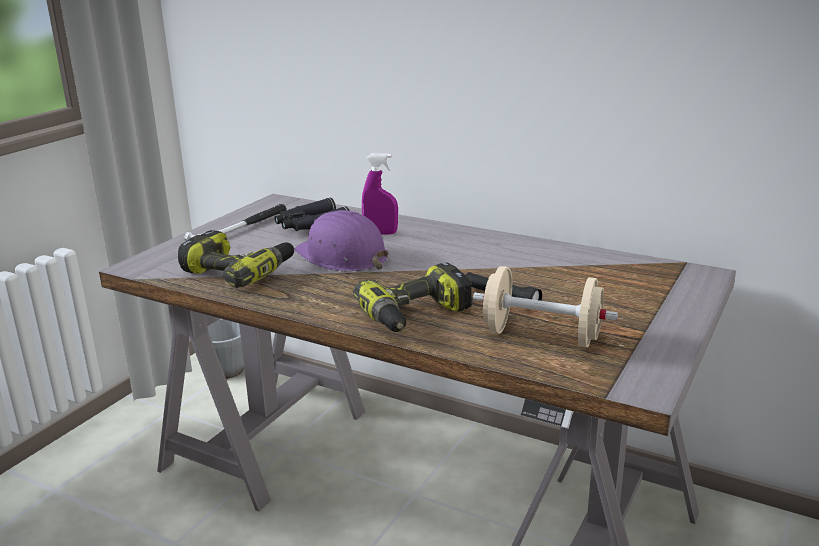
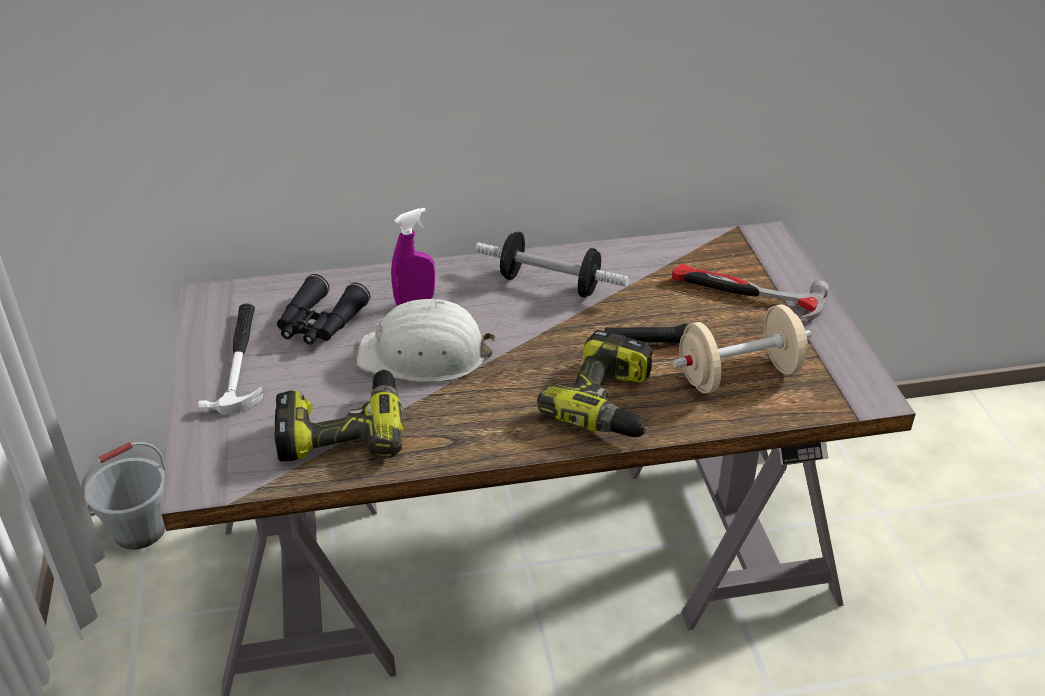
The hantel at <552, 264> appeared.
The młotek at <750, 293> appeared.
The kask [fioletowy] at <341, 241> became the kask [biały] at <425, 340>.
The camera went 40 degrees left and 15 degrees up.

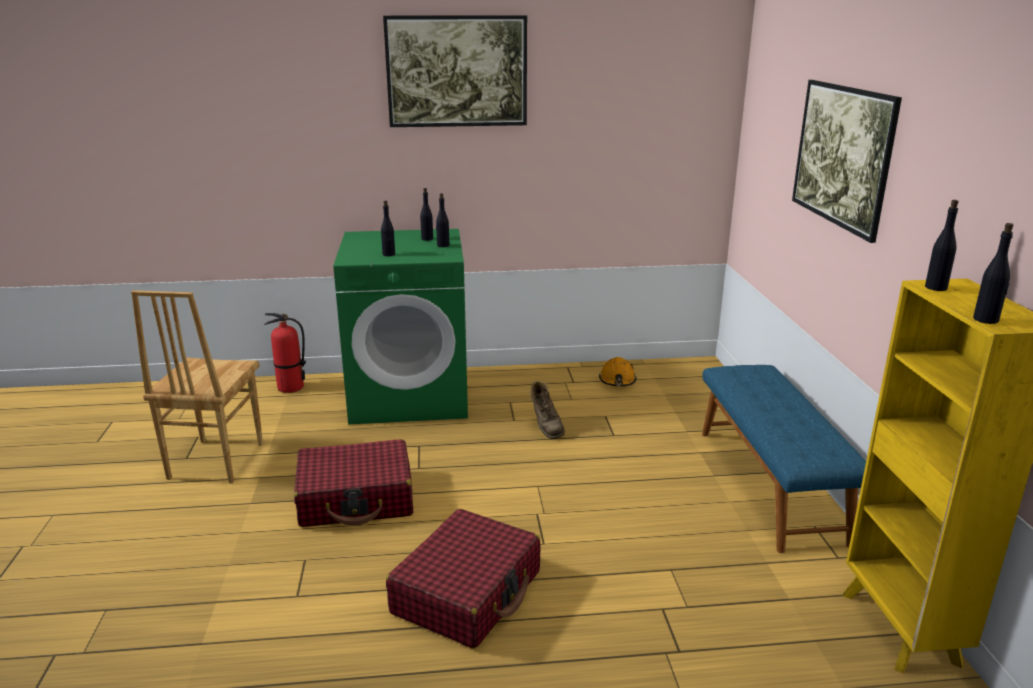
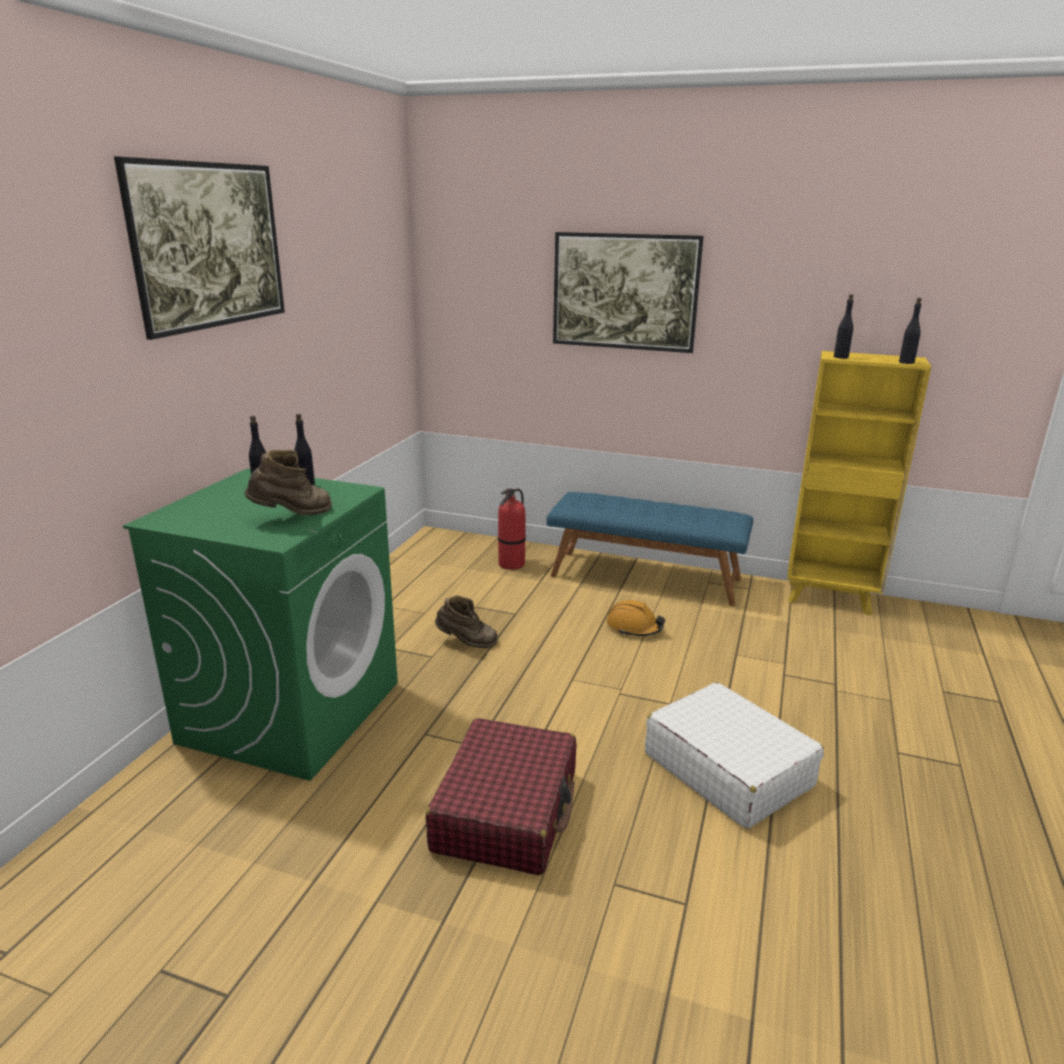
The krzesło [brązowy] at <197, 387> disappeared.
The gaśnica moved from <285, 353> to <512, 529>.
The kask [pomarańczowy] moved from <617, 371> to <636, 618>.
The butelka [czarny] at <388, 228> was replaced by the but z cholewką [brązowy] at <288, 482>.
The walizka [czerwony] at <463, 579> became the walizka [biały] at <734, 755>.
The camera went 65 degrees left and 0 degrees up.

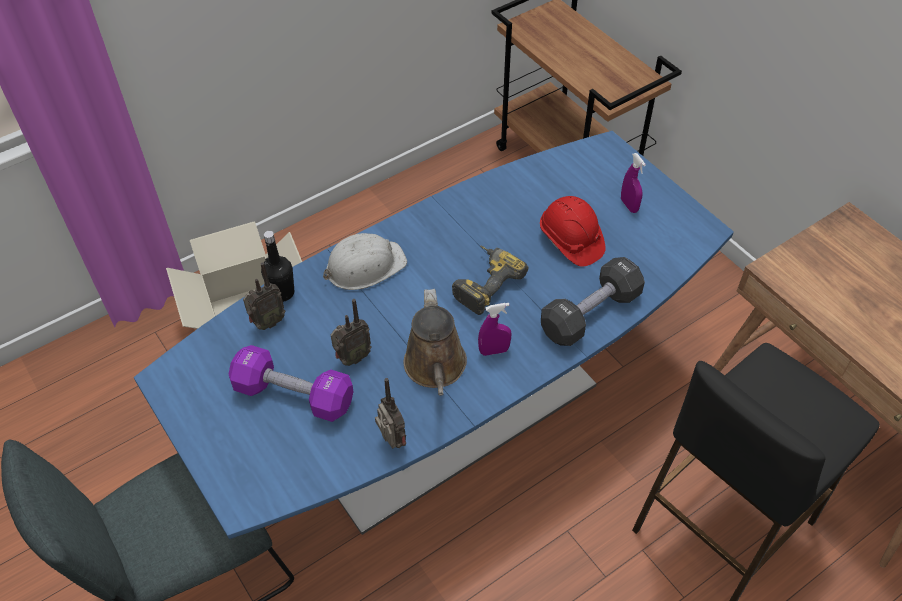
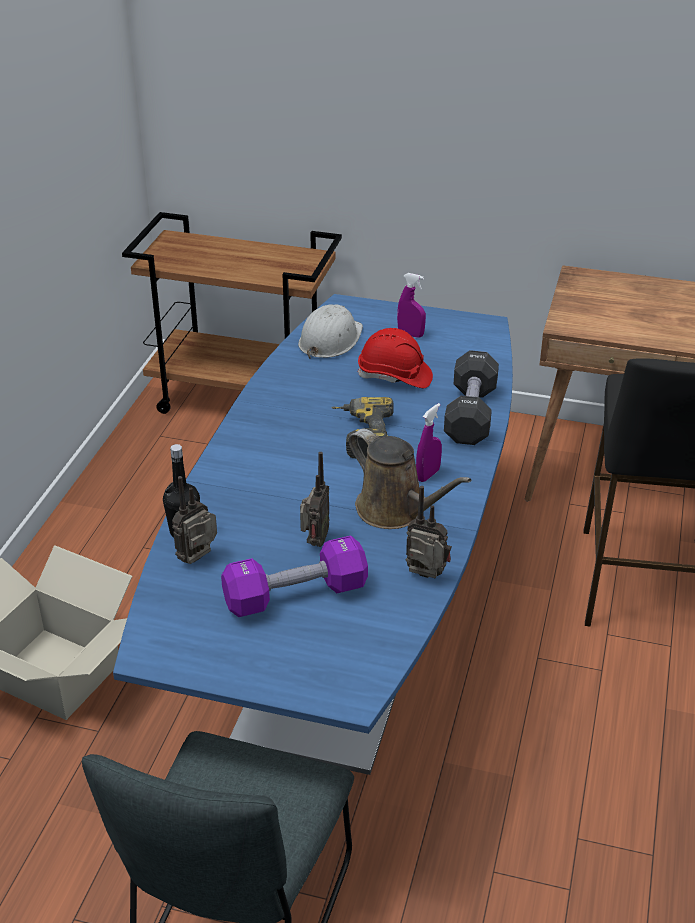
The kask [biały] moved from <365, 261> to <330, 332>.
The radio at <264, 296> turned 150 degrees counterclockwise.
The camera went 40 degrees left and 15 degrees down.

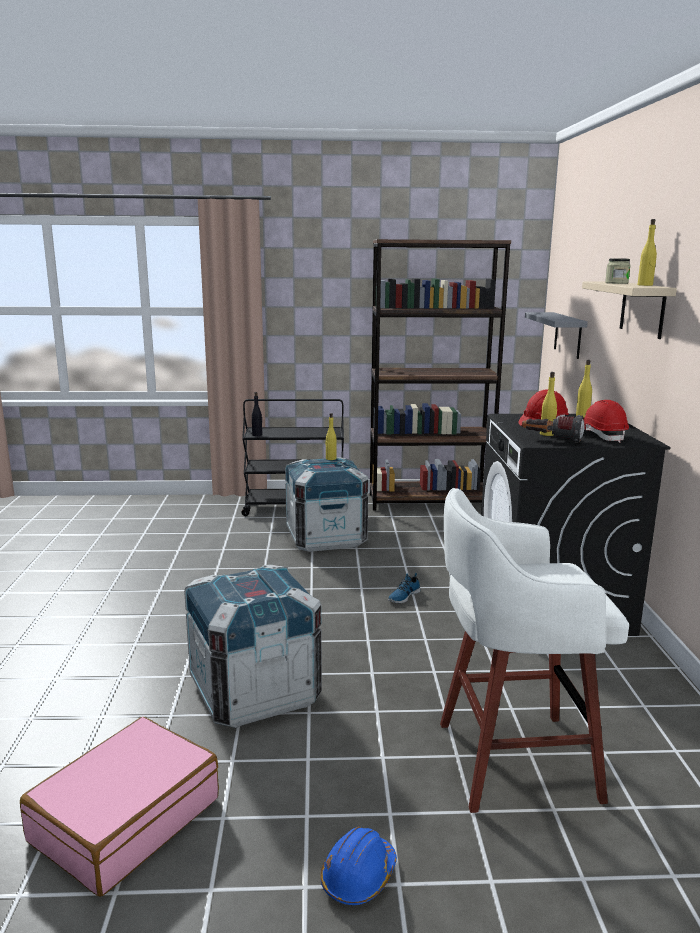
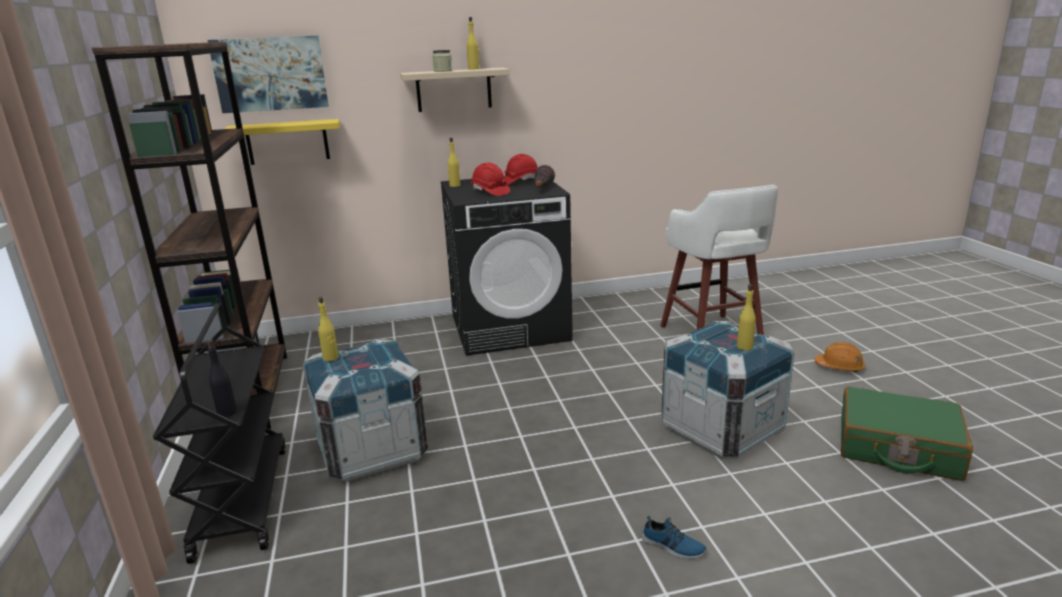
The obraz at <268, 74> appeared.
The but moved from <404, 588> to <674, 537>.
The butelka [żółty] moved from <548, 404> to <746, 317>.
The walizka [różowy] at <119, 807> became the walizka [zielony] at <907, 433>.
The kask [niebieski] at <359, 866> became the kask [pomarańczowy] at <839, 357>.
The półka [szary] at <556, 335> became the półka [żółty] at <282, 142>.
The camera went 100 degrees left and 5 degrees up.

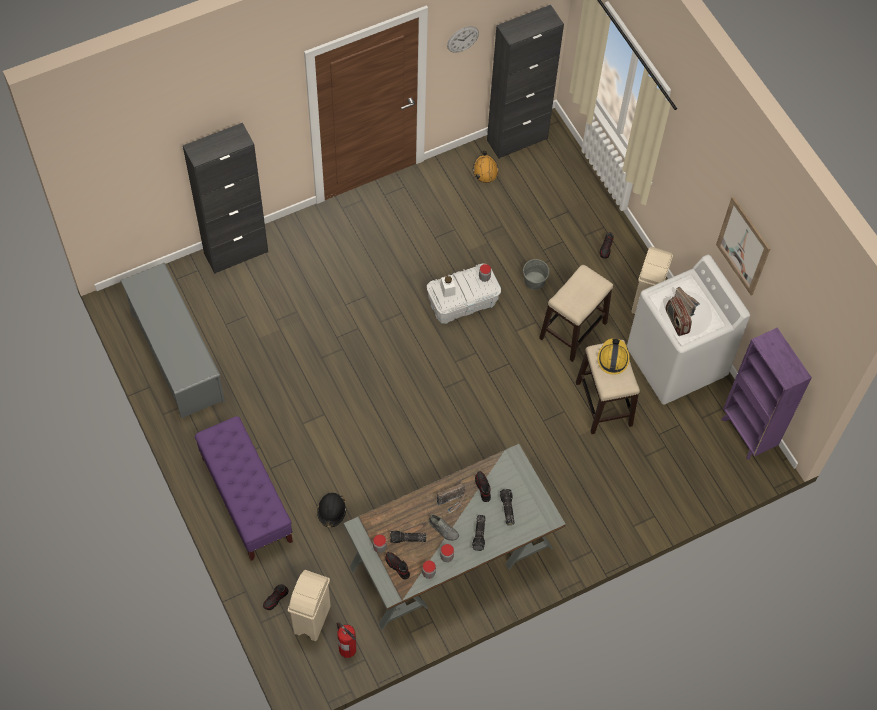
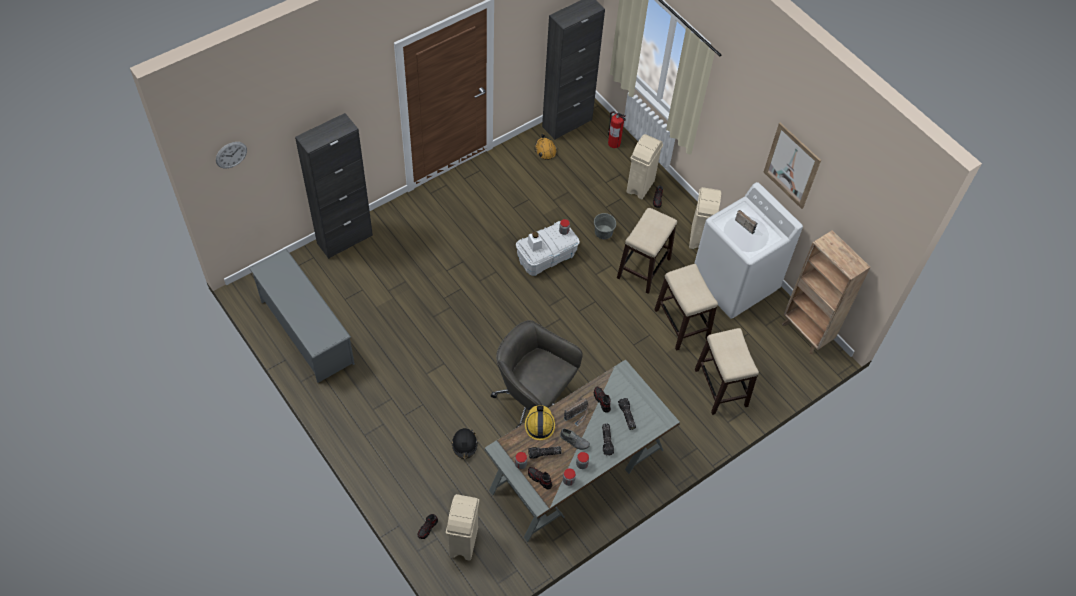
The ławka [fioletowy] at <244, 488> disappeared.
The radio at <679, 316> disappeared.
The krzesło biurowe [szary] at <537, 374> appeared.
The kosz na śmieci [beżowy] at <644, 167> appeared.
The stołek at <727, 371> appeared.
The gaśnica moved from <346, 640> to <617, 129>.
The zegar ścienny moved from <463, 39> to <231, 155>.
The kask moved from <614, 356> to <540, 422>.
The regał [fioletowy] at <766, 394> became the regał [brązowy] at <826, 292>.
The camera went 10 degrees left and 5 degrees down.

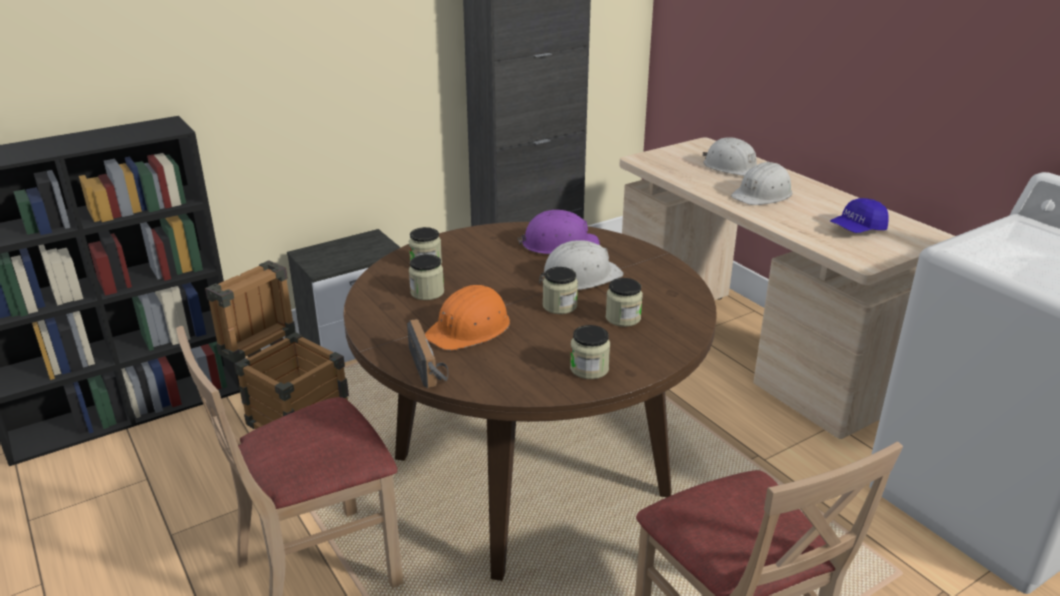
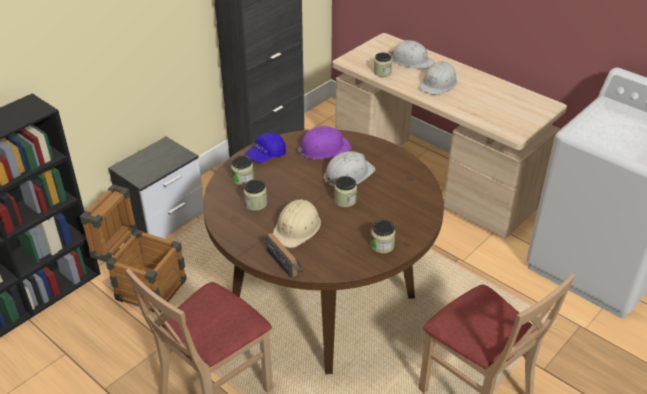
The słoik moved from <624, 302> to <383, 64>.
The czapka z daszkiem [niebieski] moved from <859, 215> to <265, 148>.
The kask [pomarańczowy] at <467, 318> became the kask [beżowy] at <297, 224>.
The camera went 15 degrees left and 10 degrees up.

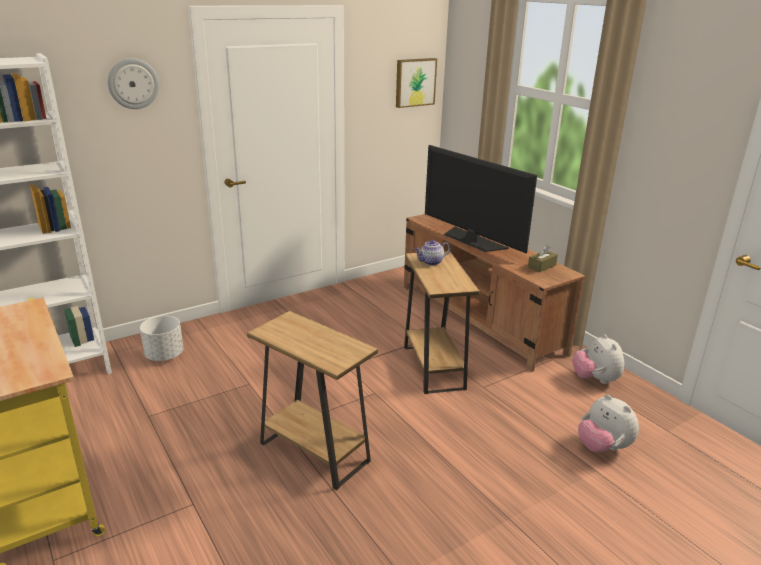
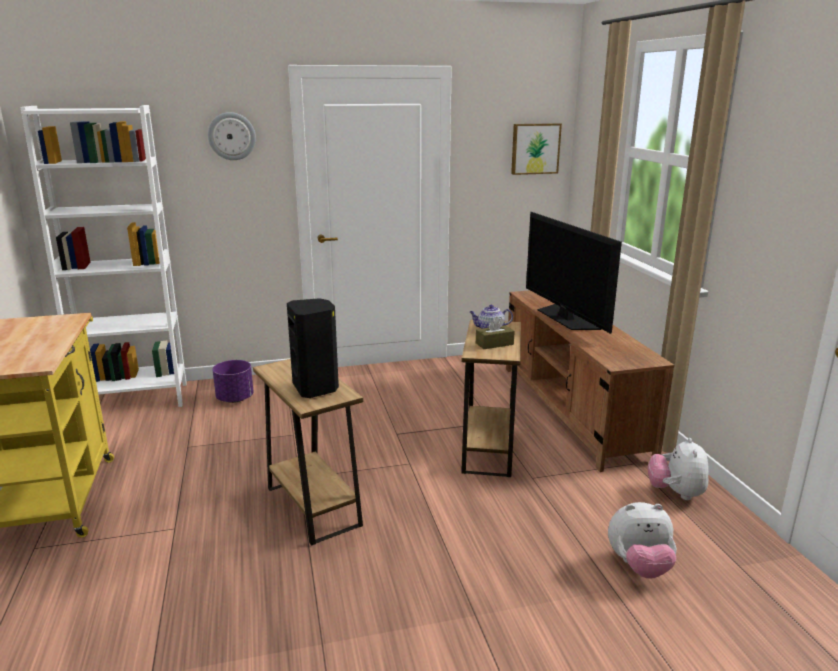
The głośnik [czarny] at <313, 348> appeared.
The pudełko chusteczek [brązowy] moved from <543, 259> to <495, 333>.
The donica [biały] at <161, 338> became the donica [fioletowy] at <233, 381>.
The pluszak at <608, 423> turned 75 degrees counterclockwise.
The camera went 20 degrees right and 5 degrees down.

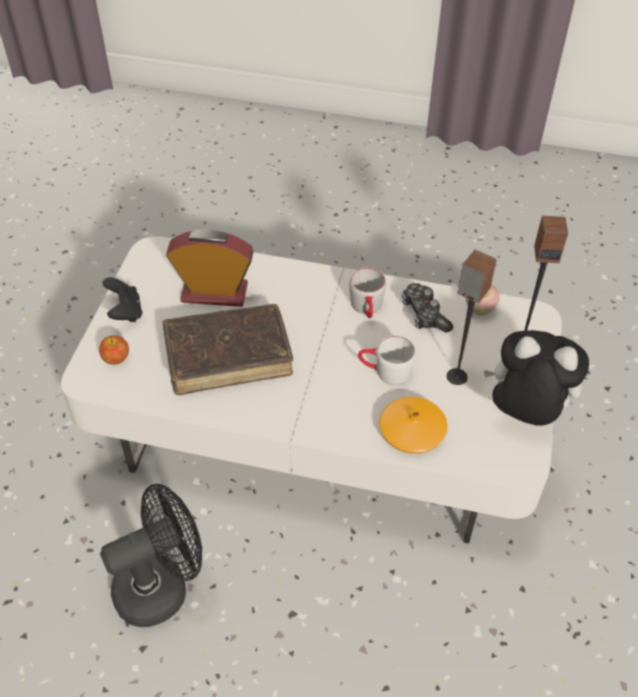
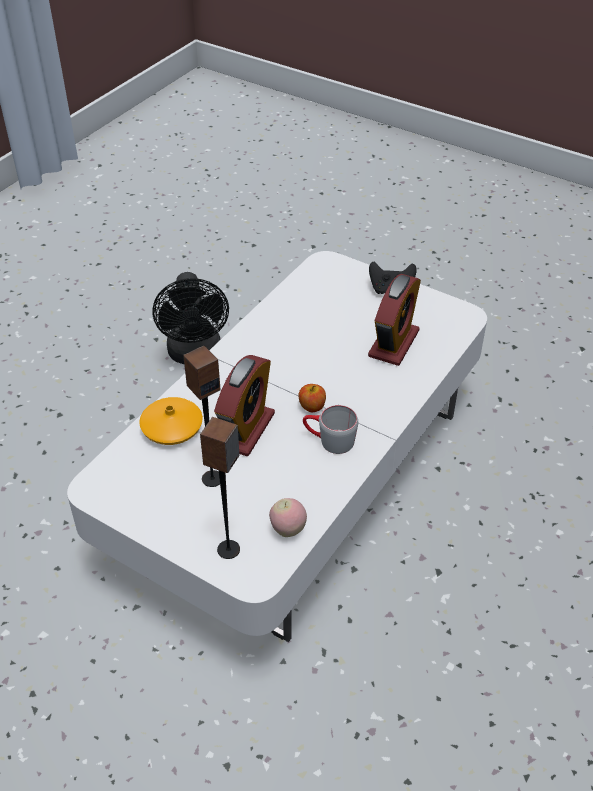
The książka [brązowy] at <227, 349> disappeared.
The pad do gier at <427, 308> disappeared.
The pluszak at <536, 378> disappeared.
The jabłko moved from <114, 350> to <312, 398>.
The kubek [biały] at <387, 360> was replaced by the budzik at <244, 405>.
The camera went 110 degrees right and 5 degrees down.

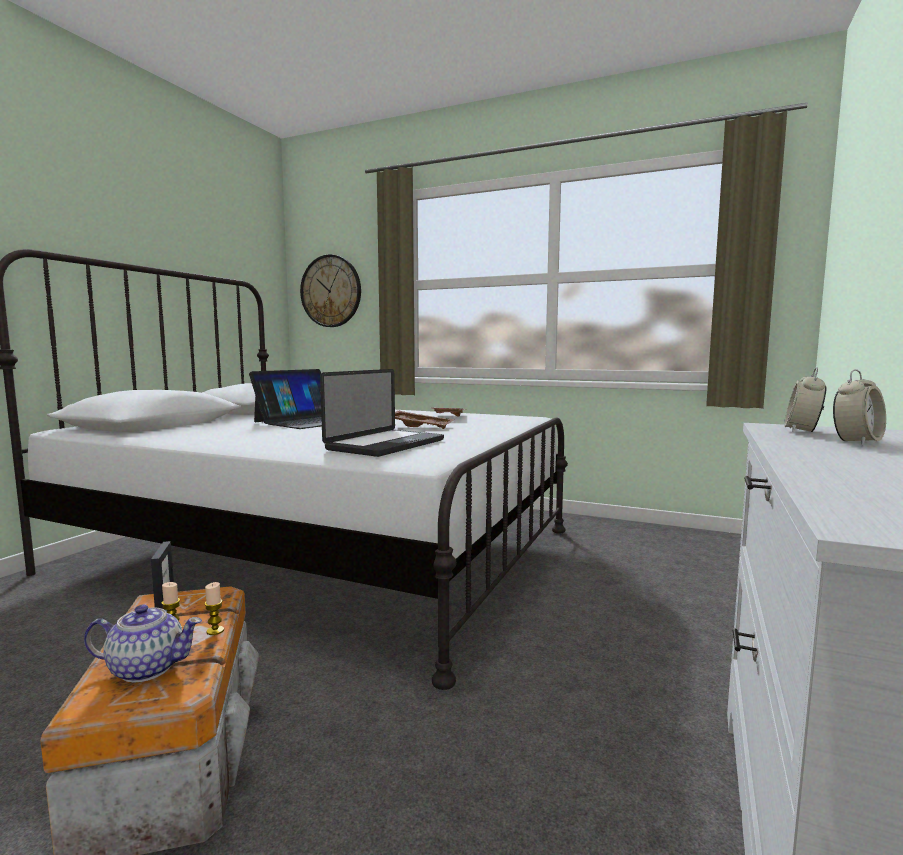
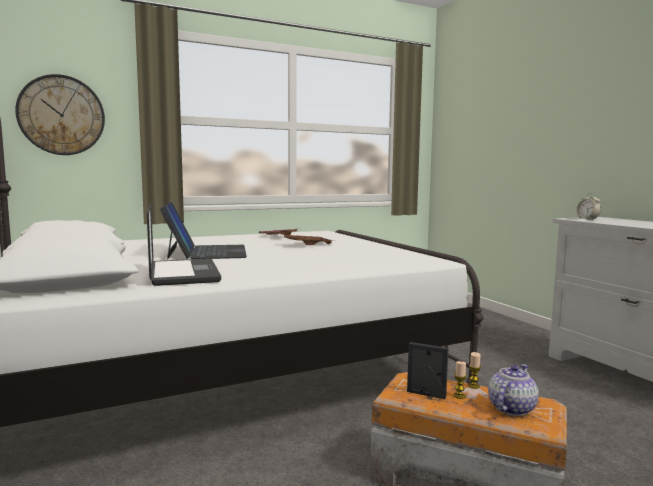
The budzik at <859, 407> disappeared.
The laptop moved from <382, 413> to <184, 245>.
The camera went 50 degrees left and 0 degrees up.

